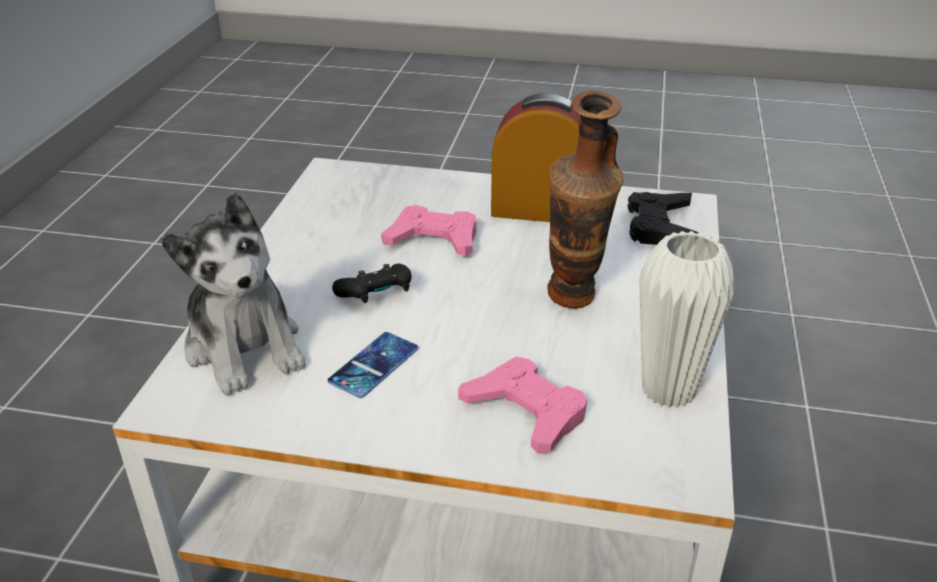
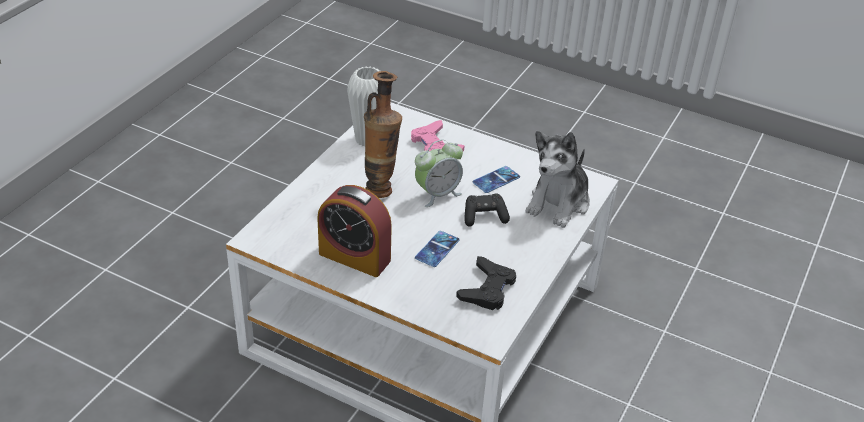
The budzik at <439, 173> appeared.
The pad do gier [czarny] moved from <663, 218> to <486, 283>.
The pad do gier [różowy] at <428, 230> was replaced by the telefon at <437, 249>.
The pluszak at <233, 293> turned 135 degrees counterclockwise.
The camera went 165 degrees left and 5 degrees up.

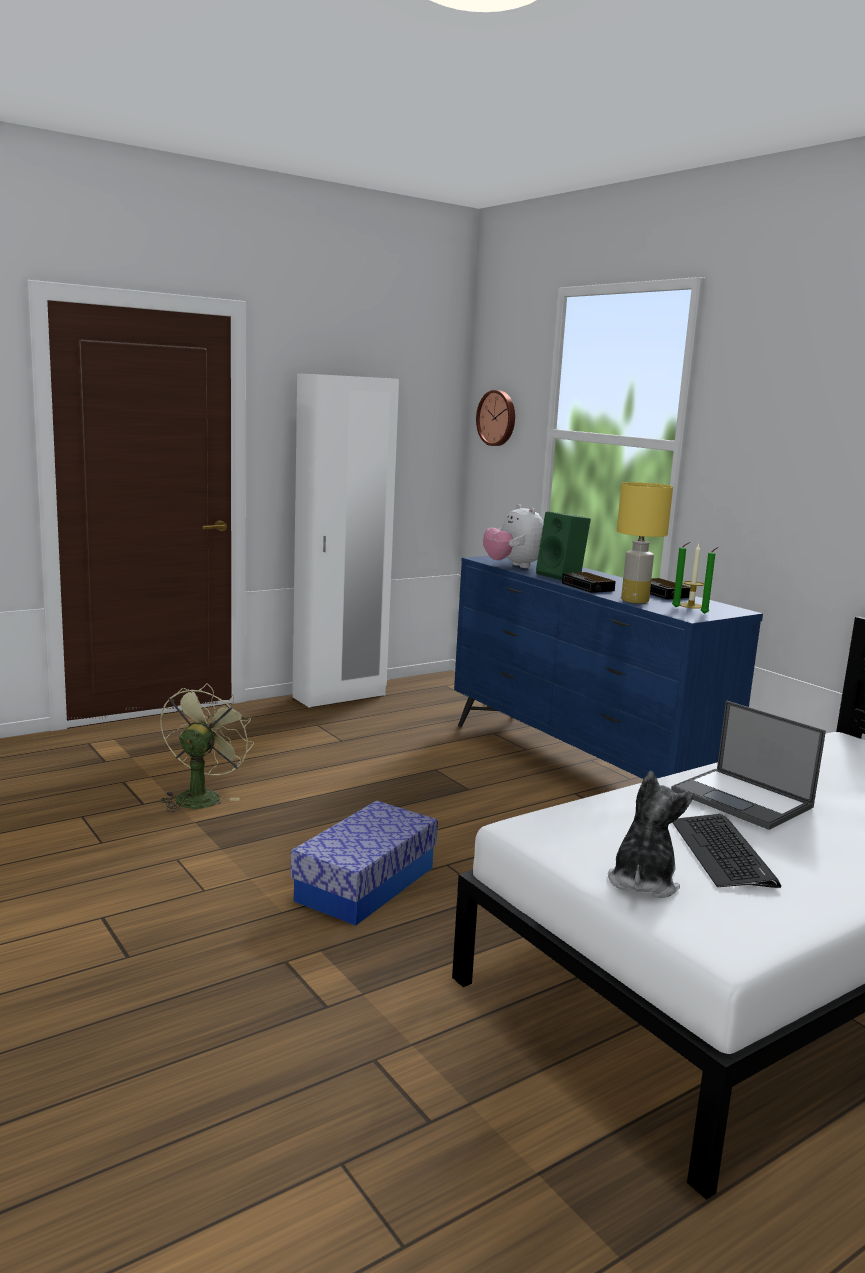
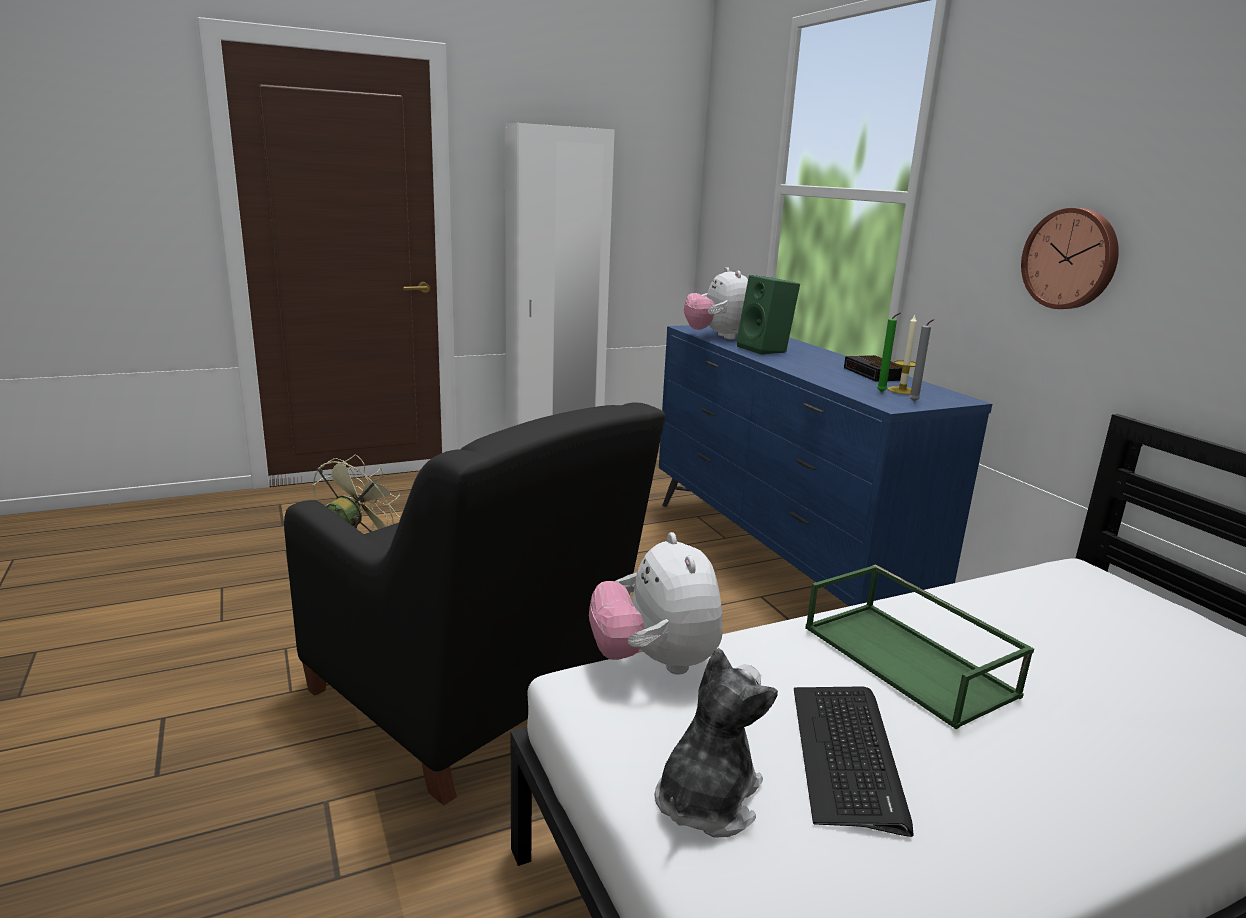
The budzik at <589, 582> disappeared.
The lampa stołowa [żółty] at <645, 542> disappeared.
The pluszak at <656, 603> appeared.
The zegar ścienny moved from <495, 418> to <1070, 258>.
The pojemnik do przechowywania at <364, 863> was replaced by the fotel [czarny] at <474, 604>.
The laptop at <748, 765> was replaced by the taca [zielony] at <919, 646>.
The świeca [zielony] at <709, 580> became the świeca [szary] at <921, 360>.
The camera went 10 degrees right and 5 degrees up.

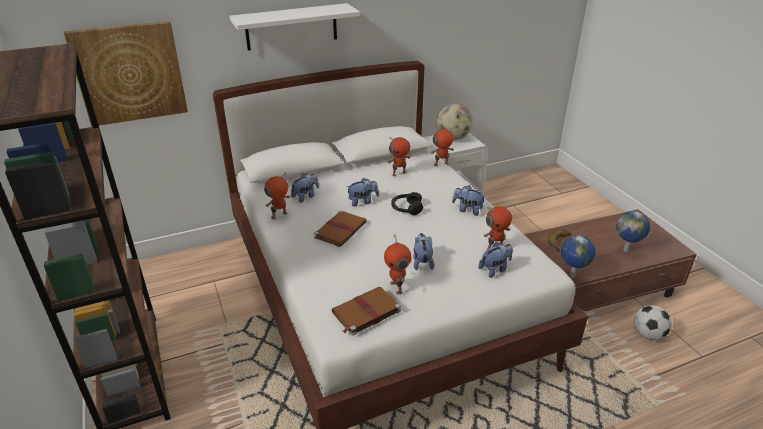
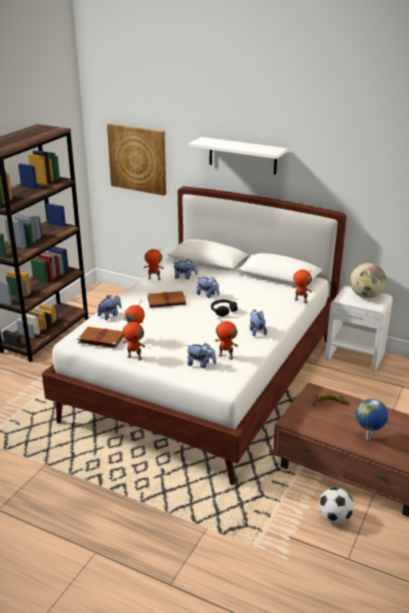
The globus at <578, 256> disappeared.
The robot zabawkowy moved from <399, 156> to <134, 340>.
The pluszak moved from <423, 251> to <109, 307>.
The camera went 50 degrees right and 5 degrees down.

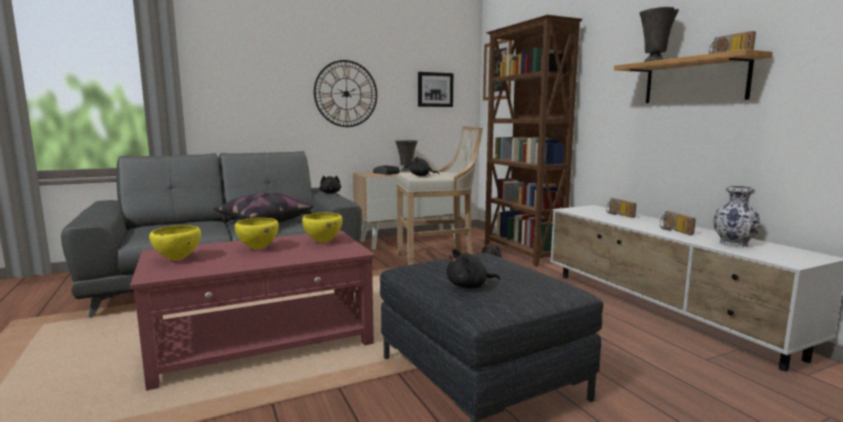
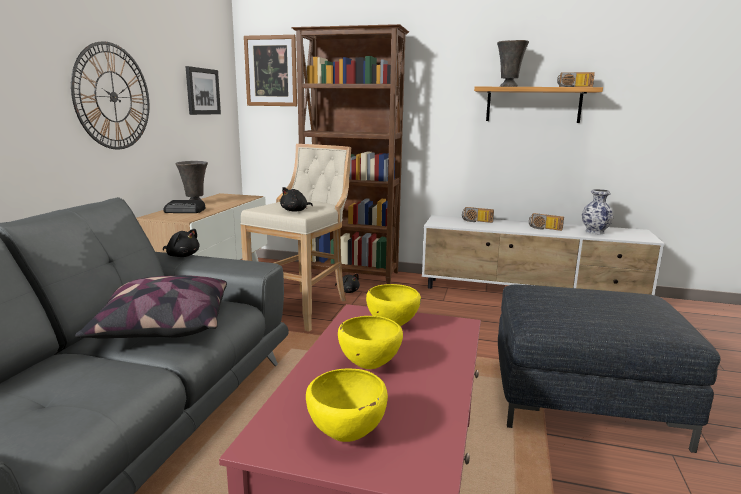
The pluszak [czarny] at <473, 269> disappeared.
The camera went 50 degrees left and 5 degrees up.

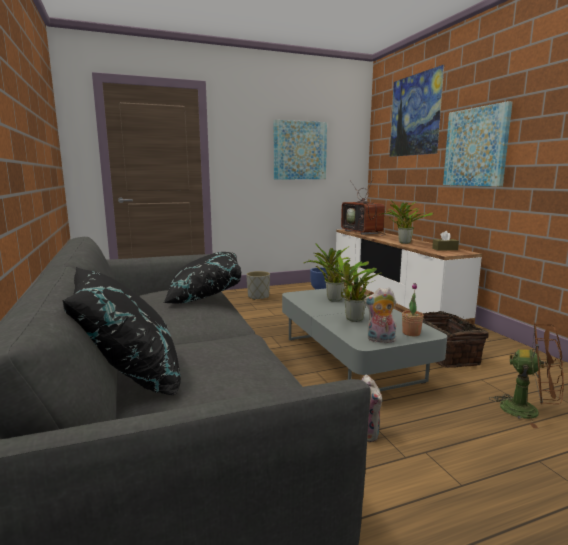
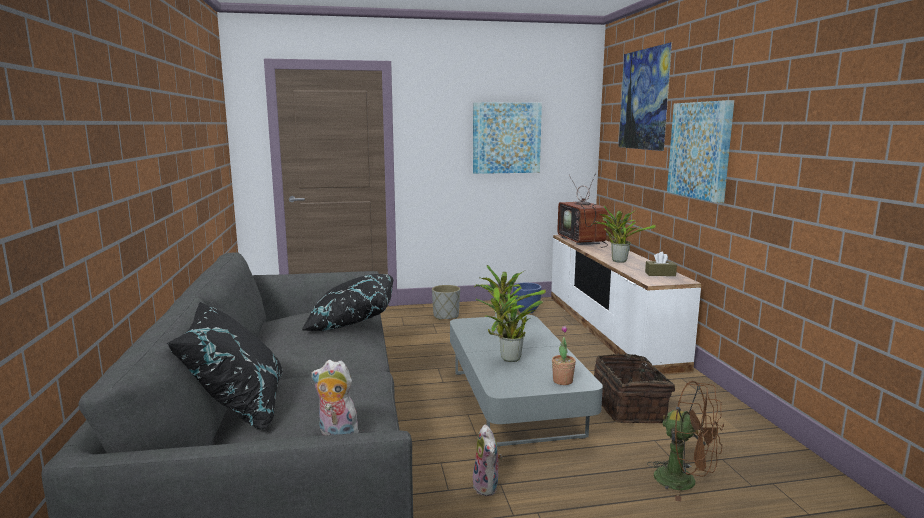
The pluszak moved from <380, 315> to <337, 397>.
The camera went 10 degrees right and 0 degrees up.

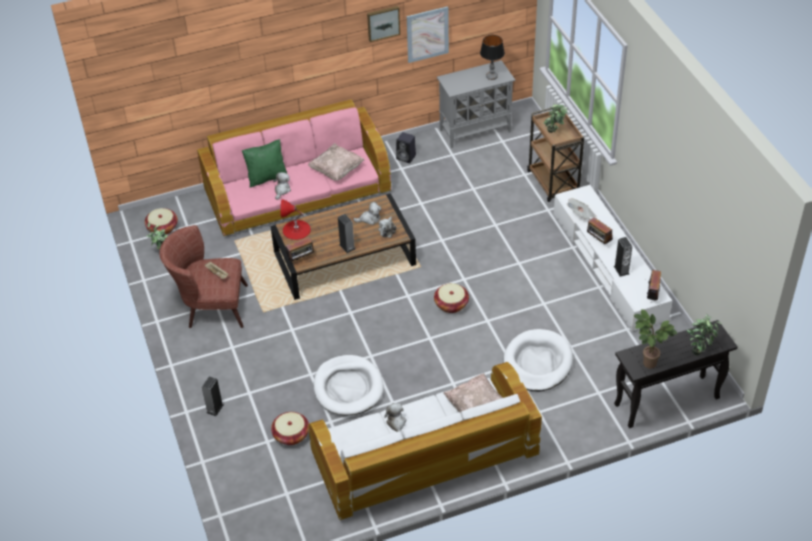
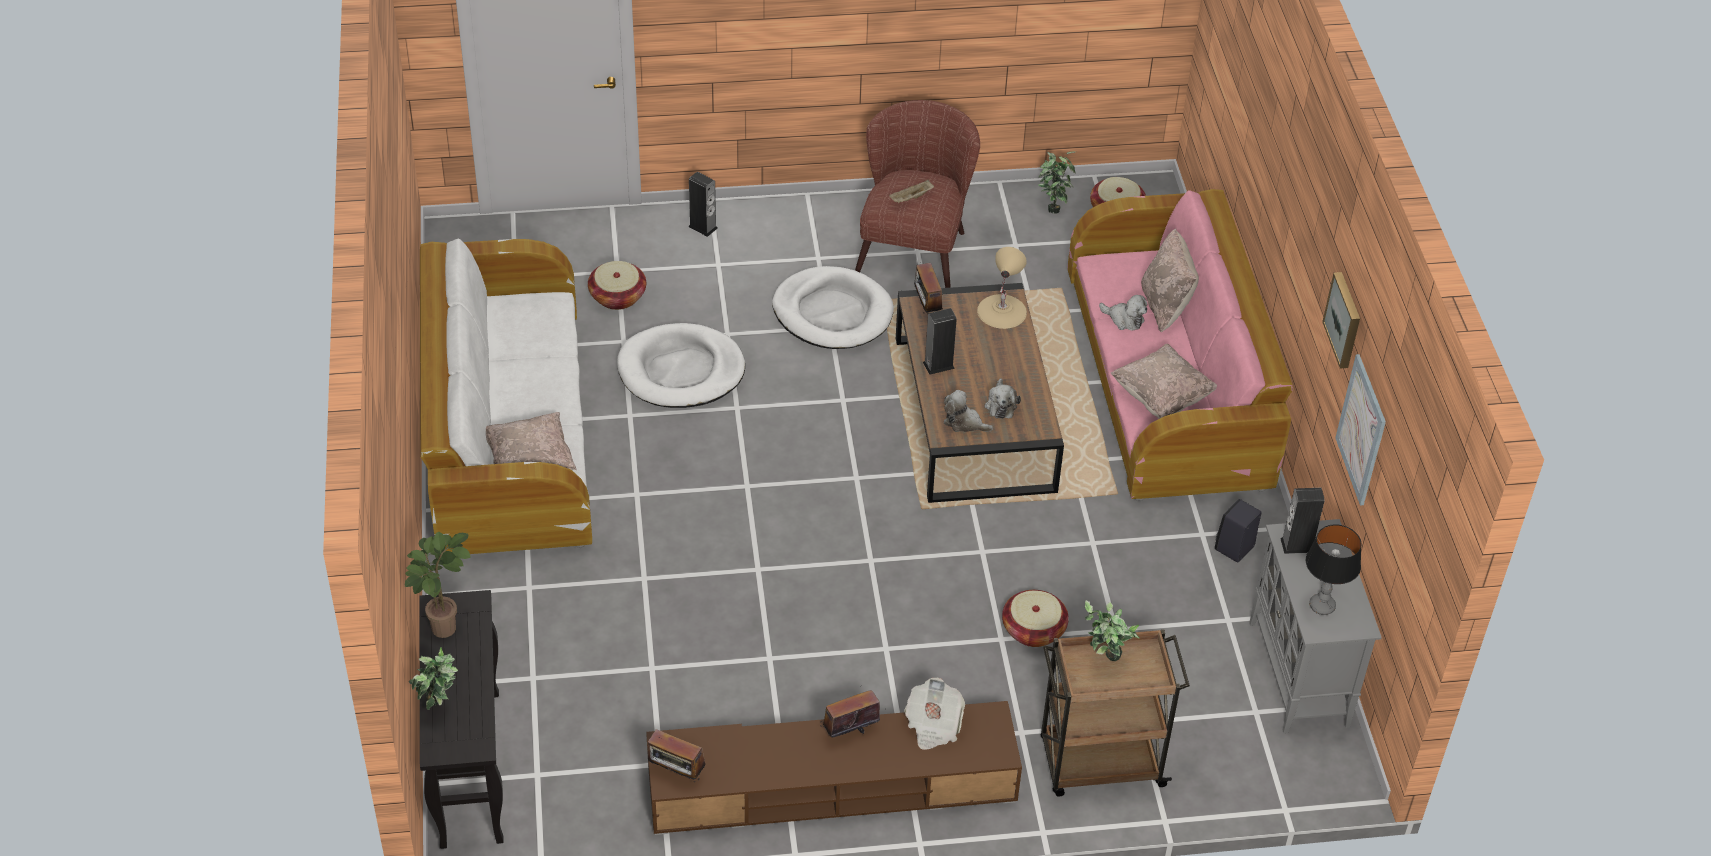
The pluszak at <395, 417> disappeared.
The koszyk moved from <451, 298> to <1035, 618>.
The legowisko [biały] moved from <538, 360> to <833, 307>.
The głośnik moved from <623, 257> to <1302, 521>.
The poduszka [zielony] at <264, 163> became the poduszka [beżowy] at <1170, 281>.
The lampa stołowa [czerwony] at <295, 219> became the lampa stołowa [beżowy] at <1002, 288>.
The szafka pod telewizor [biały] at <613, 258> became the szafka pod telewizor [brązowy] at <834, 768>.
The camera went 100 degrees right and 0 degrees up.

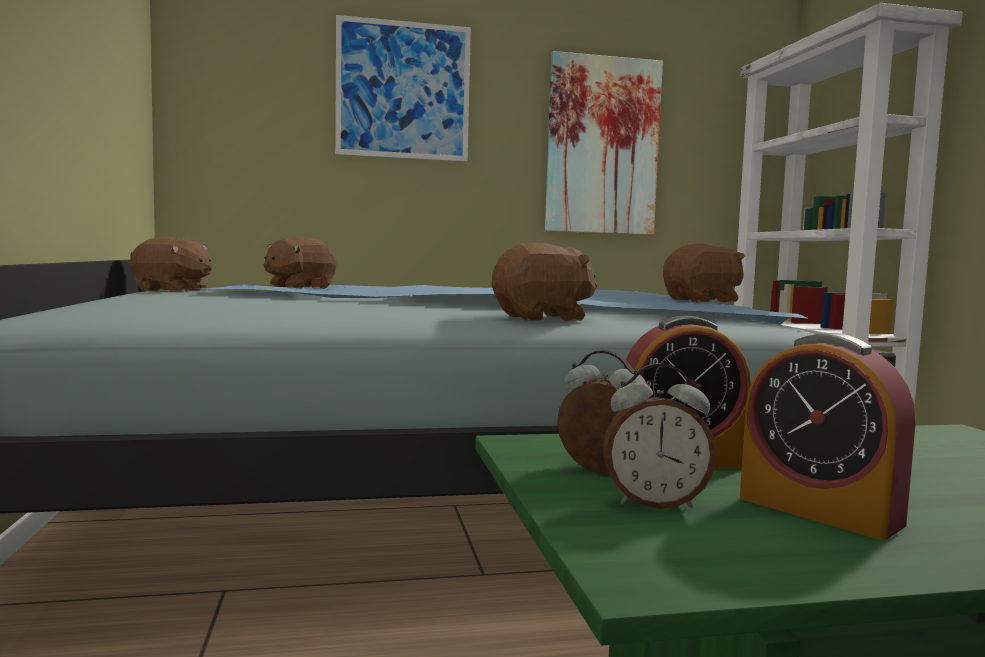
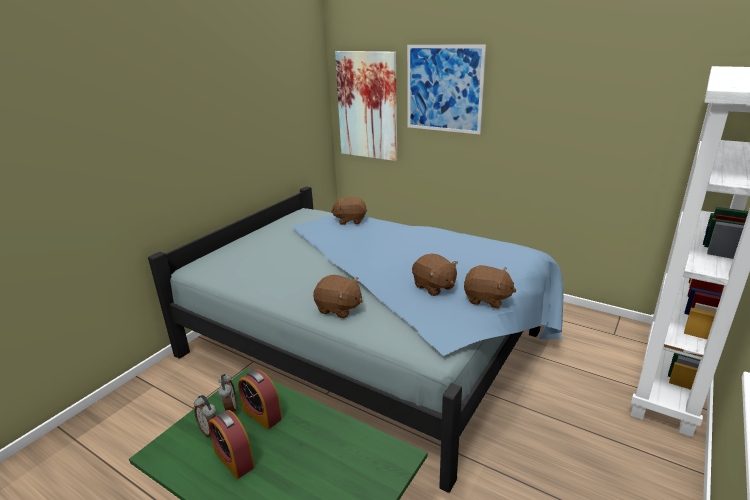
The pluszak [brązowy] moved from <171, 264> to <435, 275>.
The obraz moved from <604, 143> to <366, 106>.
The budzik at <828, 436> turned 45 degrees counterclockwise.
The camera went 45 degrees right and 20 degrees up.

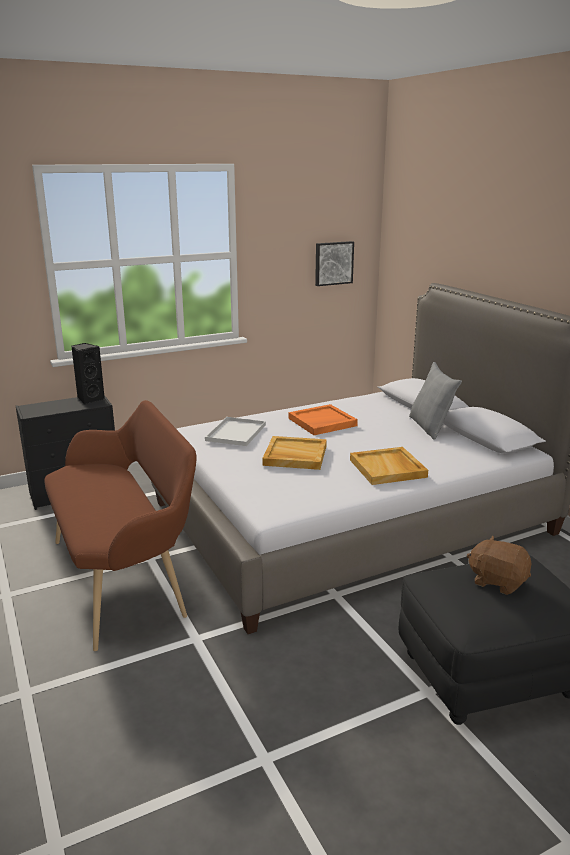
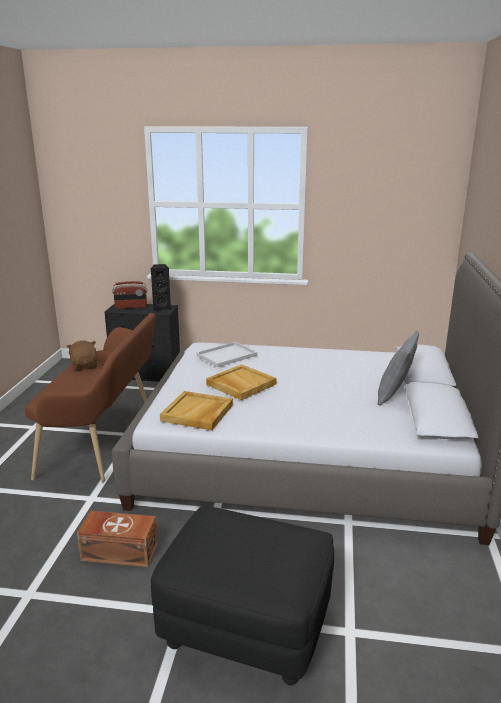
The taca [pomarańczowy] at <323, 419> disappeared.
The obraz at <334, 263> disappeared.
The pojemnik do przechowywania [brązowy] at <117, 539> appeared.
The radio at <129, 295> appeared.
The taca [beżowy] moved from <389, 466> to <196, 411>.
The pluszak [brązowy] moved from <499, 565> to <82, 355>.
The camera went 35 degrees right and 0 degrees up.

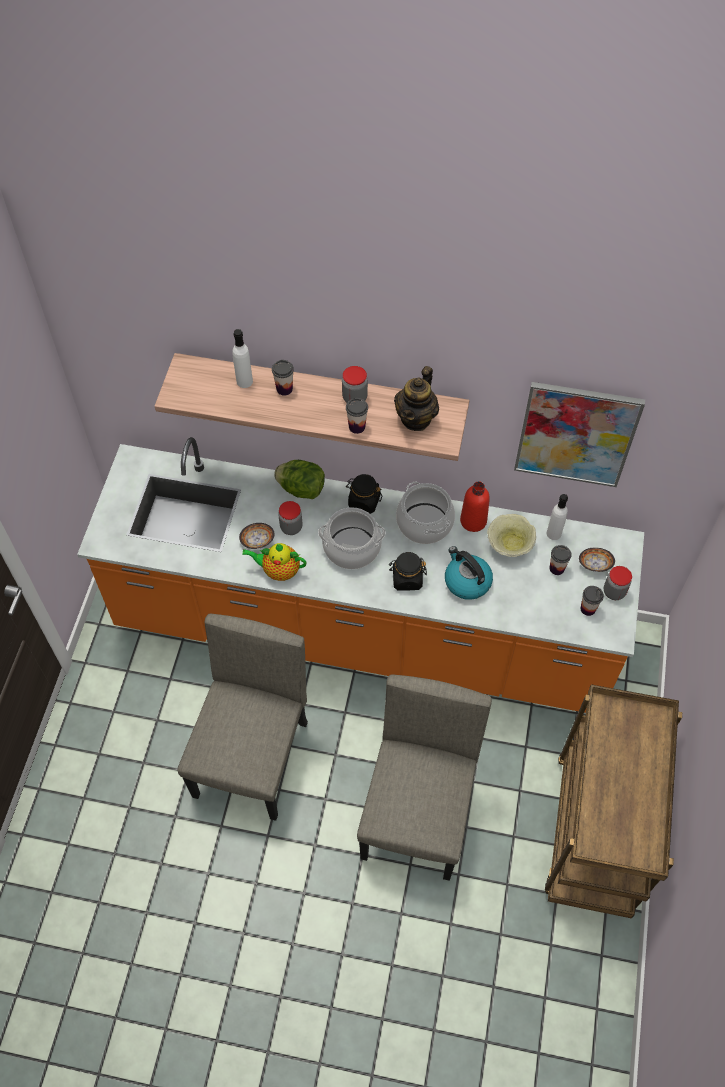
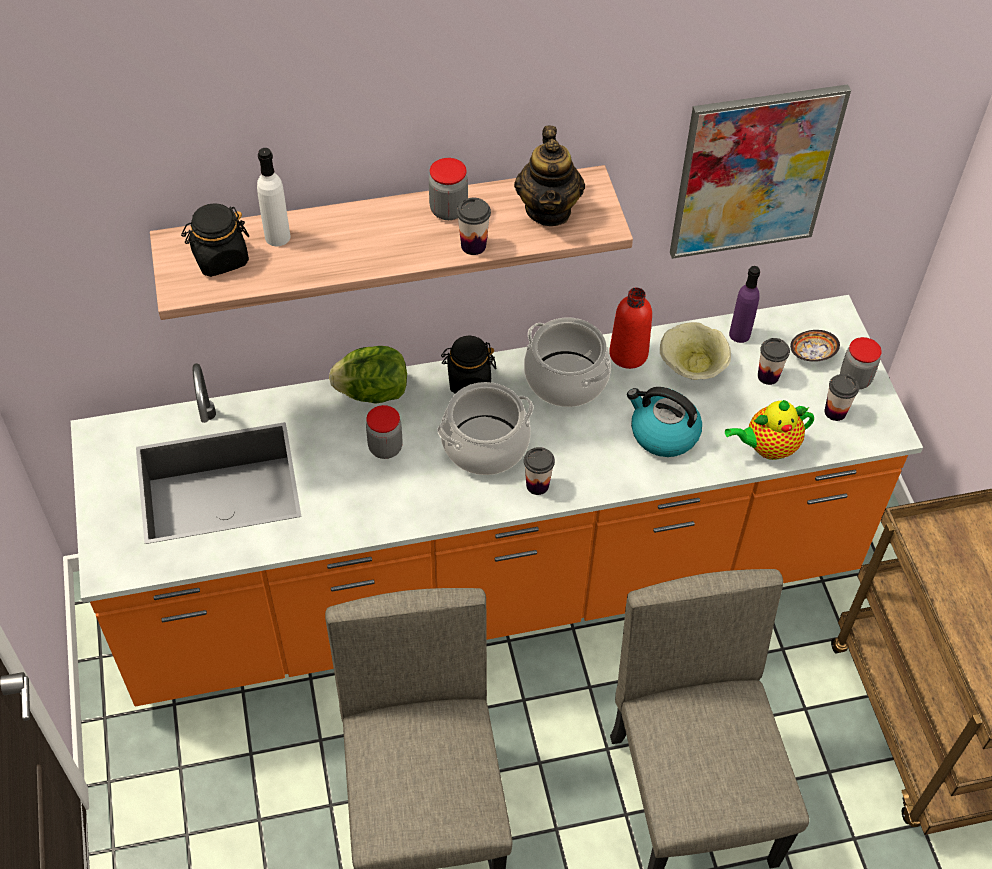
The miska at <256, 536> disappeared.
The imbryk moved from <274, 562> to <769, 430>.
The filiżanka moved from <283, 378> to <539, 471>.
The słoik [czarny] moved from <408, 571> to <215, 240>.
The butelka [biały] at <557, 517> became the butelka [fioletowy] at <744, 304>.
The camera went 25 degrees left and 5 degrees down.

